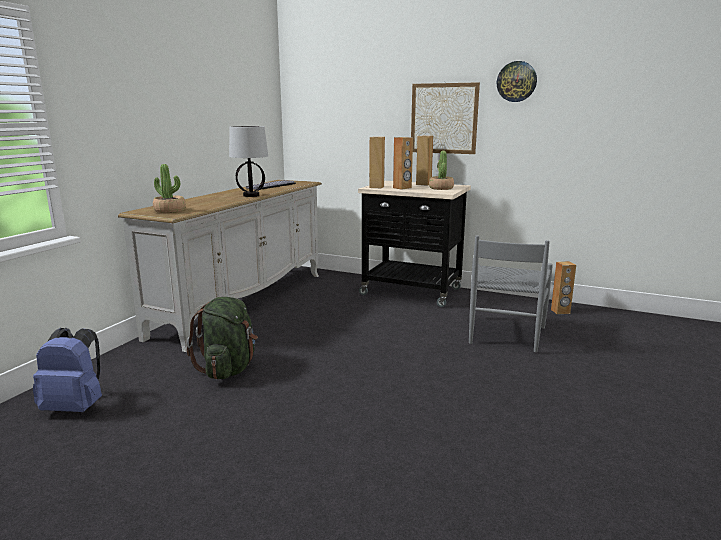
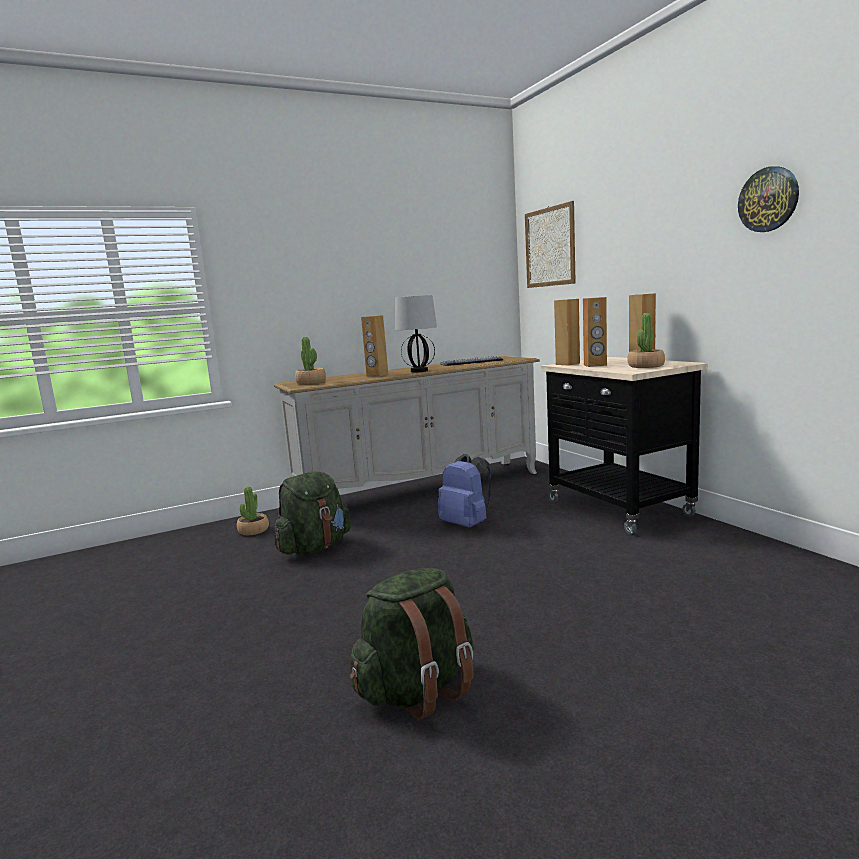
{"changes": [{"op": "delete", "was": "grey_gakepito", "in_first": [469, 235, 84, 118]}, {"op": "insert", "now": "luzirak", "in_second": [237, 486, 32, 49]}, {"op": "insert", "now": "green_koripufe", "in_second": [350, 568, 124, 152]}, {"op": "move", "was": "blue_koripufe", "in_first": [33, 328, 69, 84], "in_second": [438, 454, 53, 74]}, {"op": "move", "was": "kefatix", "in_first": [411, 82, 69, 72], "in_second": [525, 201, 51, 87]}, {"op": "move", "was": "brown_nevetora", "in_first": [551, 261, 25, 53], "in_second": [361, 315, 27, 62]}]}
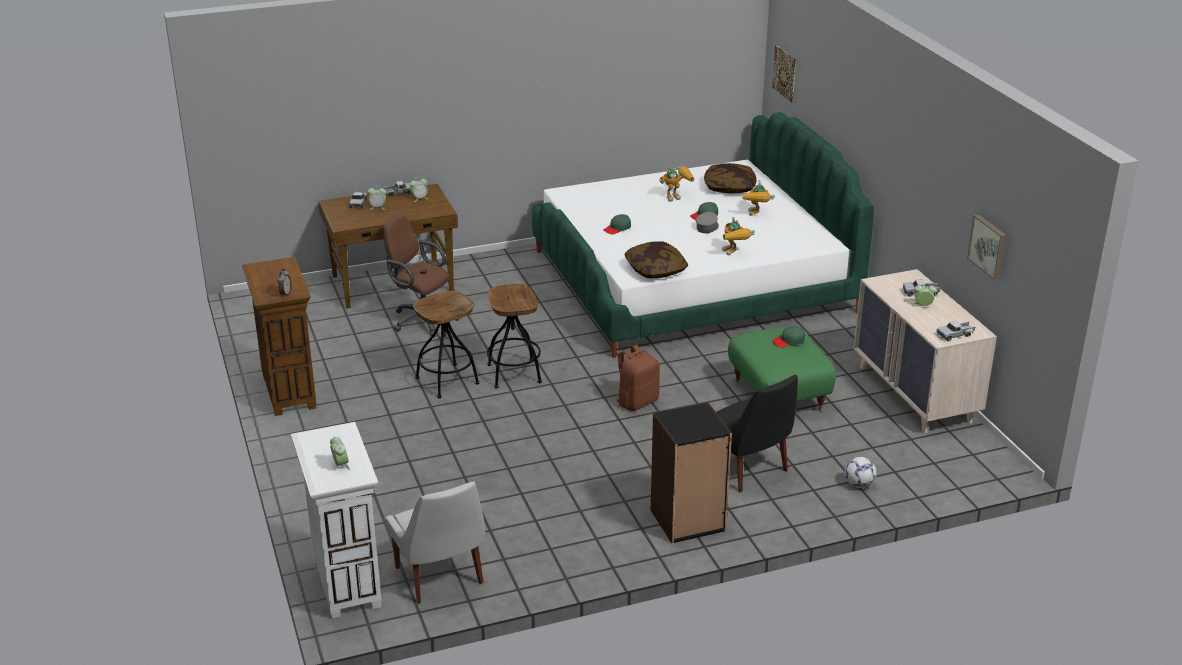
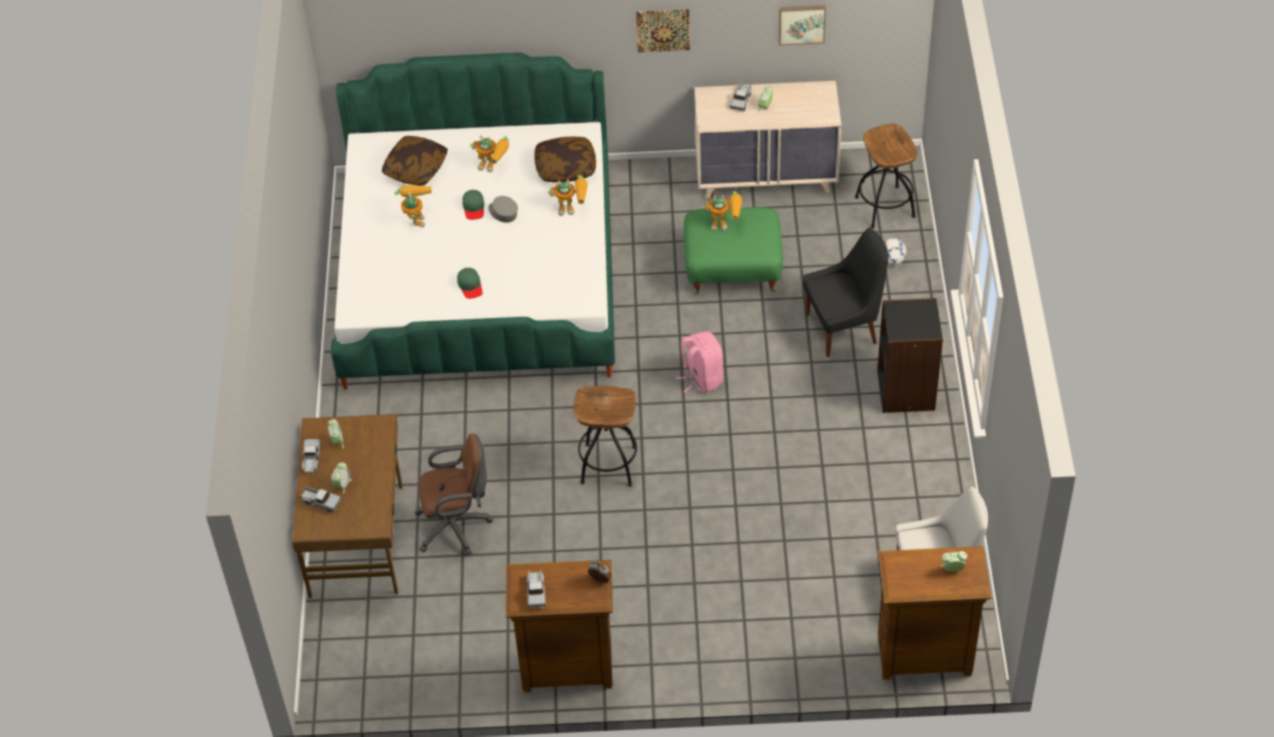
{"changes": [{"op": "move", "was": "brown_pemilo", "in_first": [413, 291, 66, 107], "in_second": [855, 124, 62, 104]}, {"op": "move", "was": "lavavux", "in_first": [624, 241, 64, 38], "in_second": [534, 137, 62, 45]}, {"op": "move", "was": "kefatix", "in_first": [772, 45, 24, 58], "in_second": [636, 9, 54, 44]}, {"op": "move", "was": "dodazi", "in_first": [937, 321, 38, 20], "in_second": [527, 569, 19, 39]}, {"op": "replace", "was": "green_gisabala", "now": "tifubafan", "in_first": [772, 326, 33, 22], "in_second": [702, 191, 40, 40]}, {"op": "recolor", "was": "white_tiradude", "now": "brown_tiradude", "in_first": [291, 422, 90, 196], "in_second": [878, 546, 114, 134]}, {"op": "recolor", "was": "brown_koripufe", "now": "pink_koripufe", "in_first": [614, 345, 46, 66], "in_second": [676, 331, 47, 62]}, {"op": "rotate", "was": "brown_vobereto", "in_first": [384, 214, 76, 123], "in_second": [414, 434, 79, 121], "clockwise": -150}]}
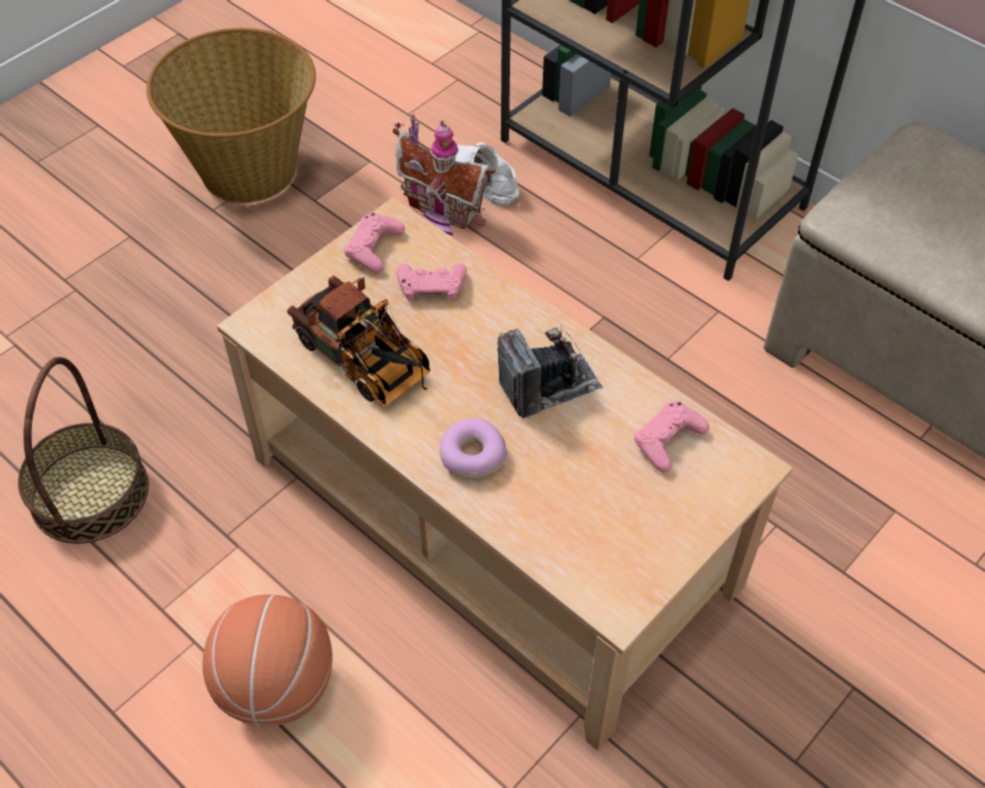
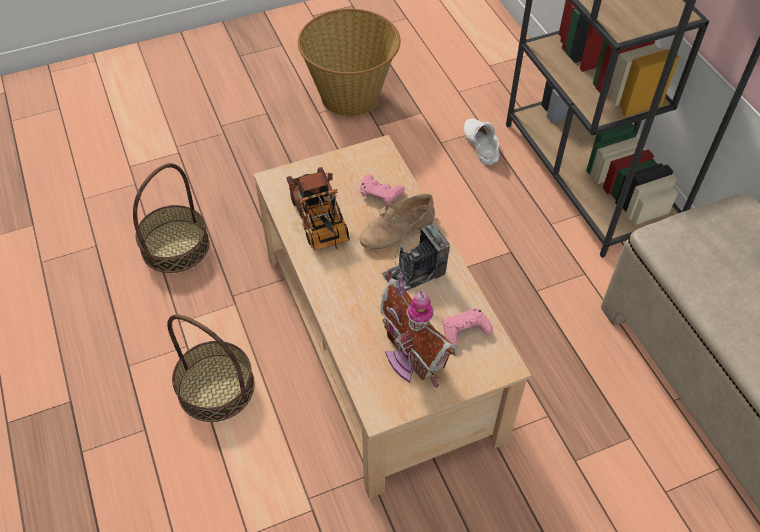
{"changes": [{"op": "delete", "was": "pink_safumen", "in_first": [344, 213, 61, 60]}, {"op": "delete", "was": "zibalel", "in_first": [440, 418, 67, 61]}, {"op": "insert", "now": "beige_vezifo", "in_second": [360, 194, 75, 55]}, {"op": "move", "was": "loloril", "in_first": [393, 113, 102, 123], "in_second": [380, 271, 77, 117]}, {"op": "replace", "was": "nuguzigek", "now": "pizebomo", "in_first": [203, 594, 130, 133], "in_second": [167, 314, 88, 108]}, {"op": "rotate", "was": "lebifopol", "in_first": [497, 328, 106, 90], "in_second": [381, 224, 69, 67], "clockwise": 150}]}
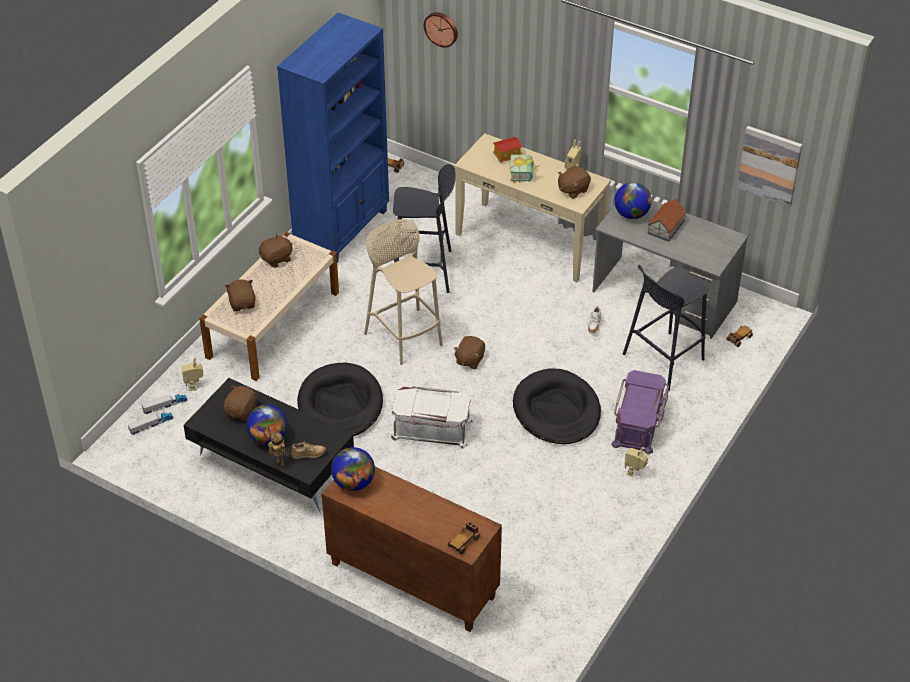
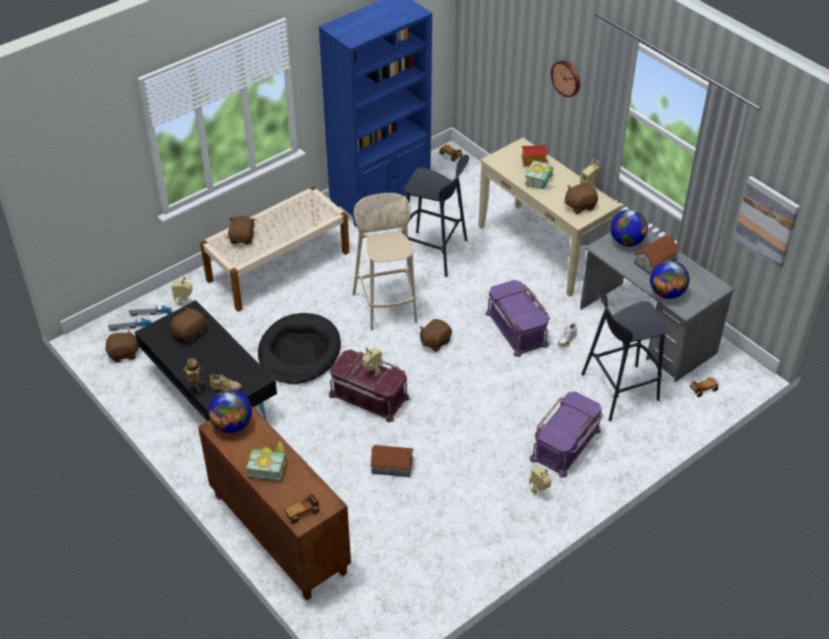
{"changes": [{"op": "delete", "was": "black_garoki", "in_first": [513, 369, 88, 75]}, {"op": "insert", "now": "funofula", "in_second": [246, 440, 40, 41]}, {"op": "insert", "now": "tifubafan", "in_second": [362, 347, 21, 29]}, {"op": "insert", "now": "loloril", "in_second": [370, 445, 44, 32]}, {"op": "insert", "now": "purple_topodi", "in_second": [485, 280, 65, 77]}, {"op": "move", "was": "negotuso", "in_first": [246, 405, 42, 41], "in_second": [650, 260, 39, 39]}, {"op": "move", "was": "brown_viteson", "in_first": [259, 233, 34, 35], "in_second": [105, 329, 35, 34]}, {"op": "move", "was": "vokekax", "in_first": [424, 12, 34, 36], "in_second": [551, 60, 29, 37]}, {"op": "recolor", "was": "white_topodi", "now": "red_topodi", "in_first": [391, 387, 81, 62], "in_second": [329, 350, 81, 72]}]}
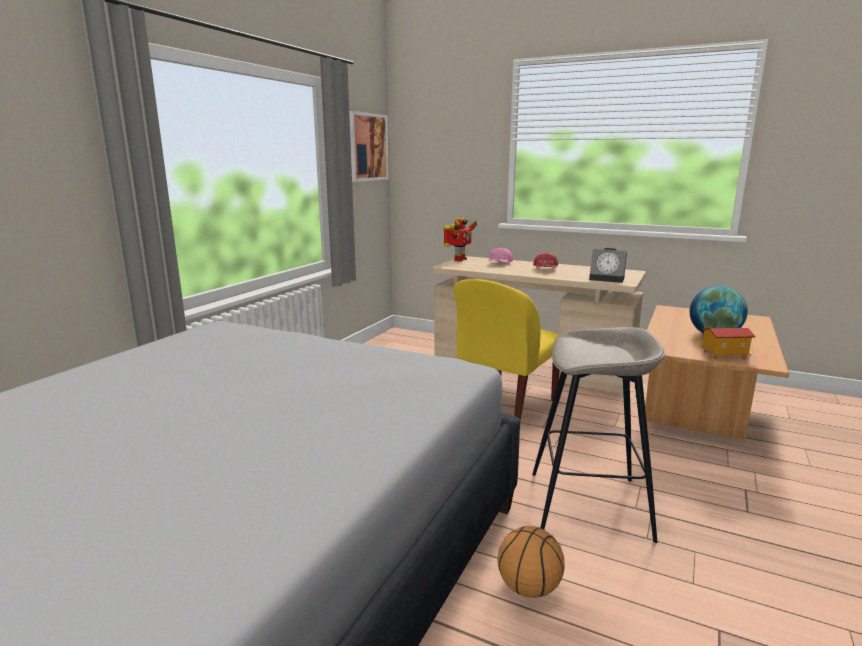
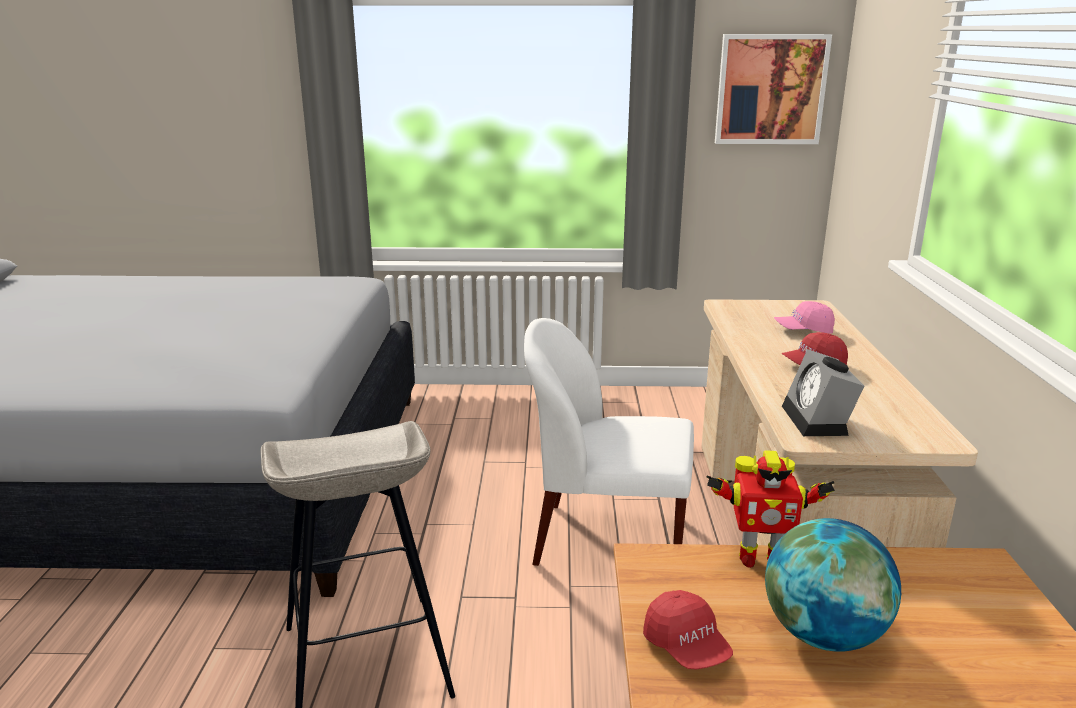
{"changes": [{"op": "delete", "was": "nuguzigek", "in_first": [498, 526, 67, 72]}, {"op": "move", "was": "tifubafan", "in_first": [443, 218, 34, 43], "in_second": [707, 450, 128, 118]}, {"op": "replace", "was": "loloril", "now": "red_gisabala", "in_first": [700, 328, 56, 31], "in_second": [643, 590, 90, 79]}, {"op": "recolor", "was": "yellow_gakepito", "now": "white_gakepito", "in_first": [453, 279, 107, 141], "in_second": [524, 318, 170, 248]}]}
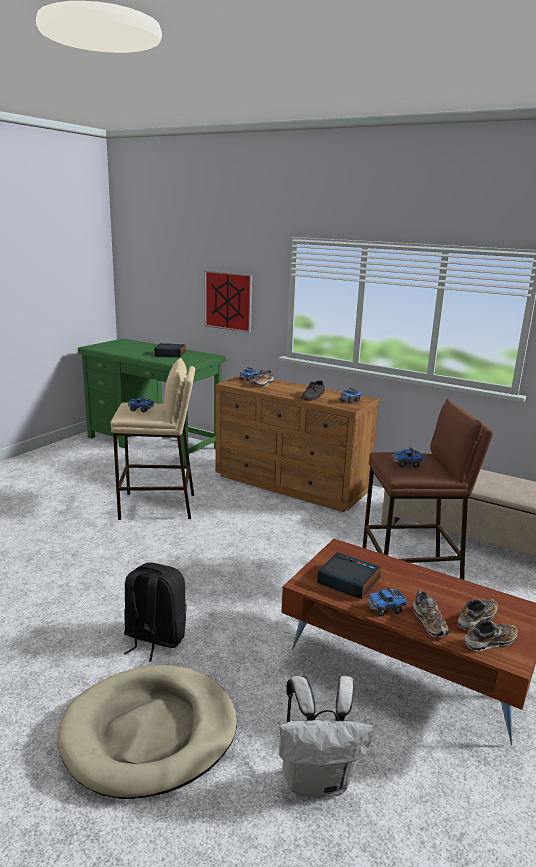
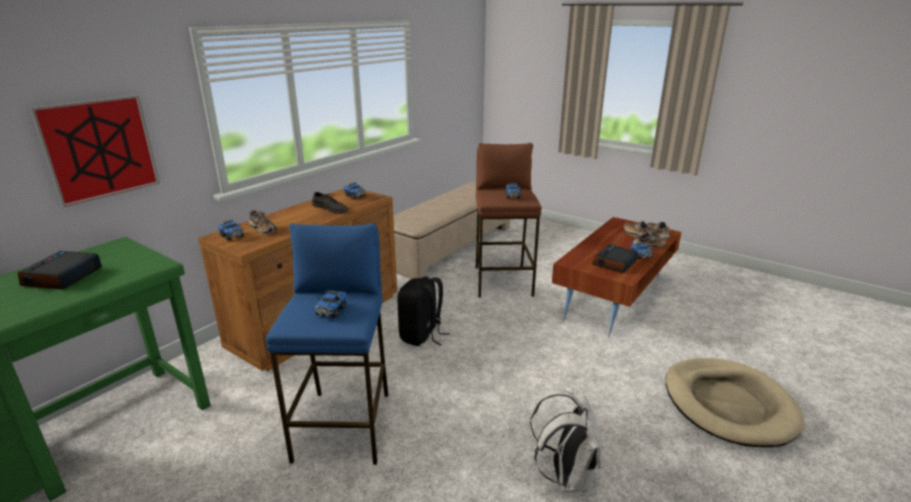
{"changes": [{"op": "move", "was": "black_koripufe", "in_first": [124, 562, 63, 99], "in_second": [397, 277, 53, 69]}, {"op": "move", "was": "white_koripufe", "in_first": [279, 676, 94, 121], "in_second": [530, 389, 72, 103]}, {"op": "recolor", "was": "beige_pemilo", "now": "blue_pemilo", "in_first": [110, 358, 85, 162], "in_second": [266, 223, 122, 242]}]}
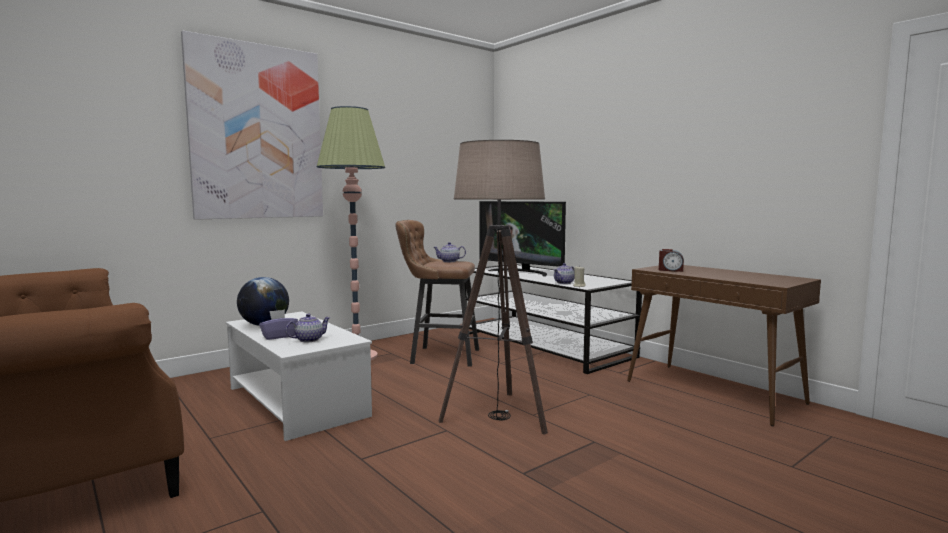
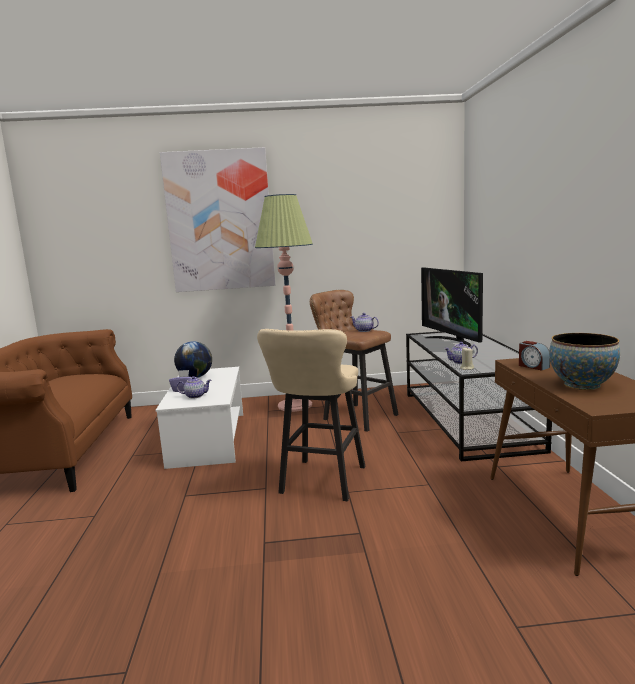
{"changes": [{"op": "insert", "now": "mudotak", "in_second": [549, 333, 71, 57]}, {"op": "replace", "was": "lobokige", "now": "beige_pemilo", "in_first": [439, 140, 109, 295], "in_second": [257, 329, 108, 172]}]}
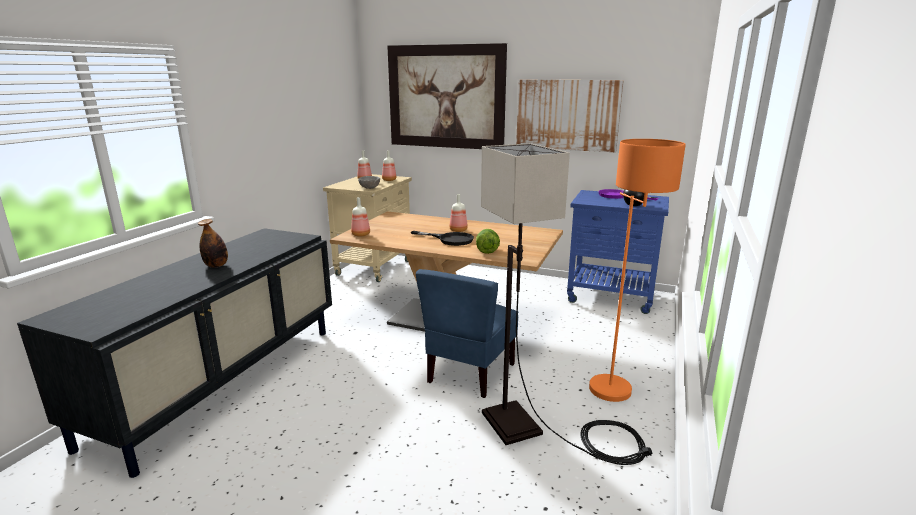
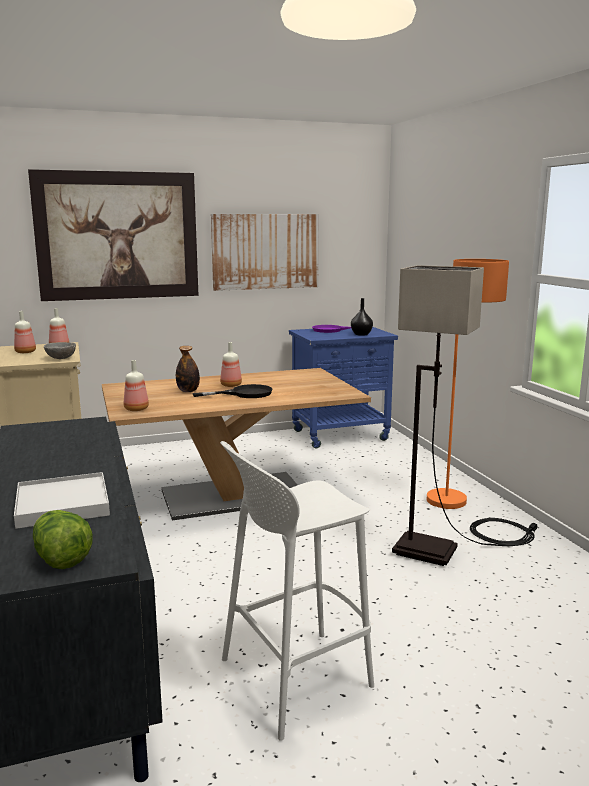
{"changes": [{"op": "delete", "was": "blue_gakepito", "in_first": [416, 269, 103, 129]}, {"op": "insert", "now": "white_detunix", "in_second": [14, 472, 96, 57]}, {"op": "insert", "now": "white_pemilo", "in_second": [220, 441, 154, 300]}, {"op": "move", "was": "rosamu", "in_first": [198, 219, 30, 49], "in_second": [176, 346, 24, 46]}, {"op": "move", "was": "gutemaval", "in_first": [476, 229, 24, 25], "in_second": [33, 510, 60, 59]}]}
